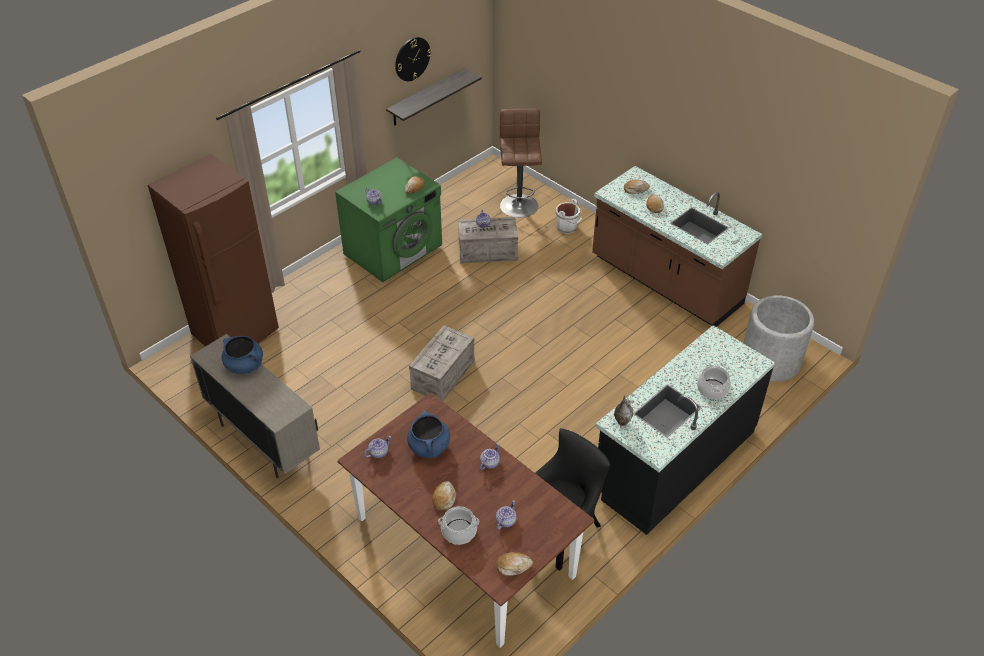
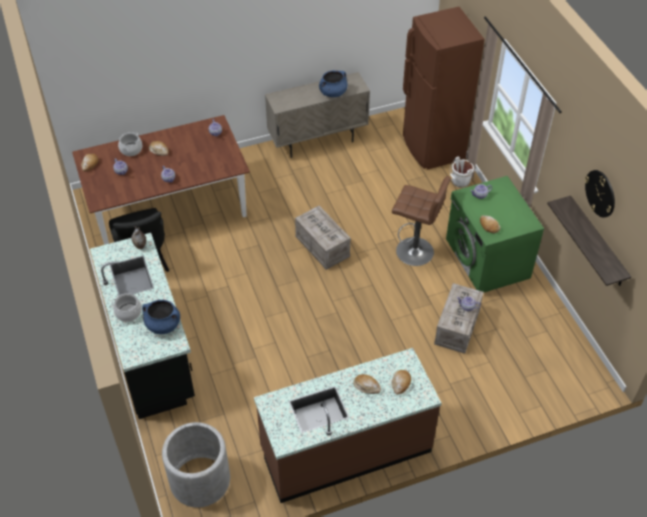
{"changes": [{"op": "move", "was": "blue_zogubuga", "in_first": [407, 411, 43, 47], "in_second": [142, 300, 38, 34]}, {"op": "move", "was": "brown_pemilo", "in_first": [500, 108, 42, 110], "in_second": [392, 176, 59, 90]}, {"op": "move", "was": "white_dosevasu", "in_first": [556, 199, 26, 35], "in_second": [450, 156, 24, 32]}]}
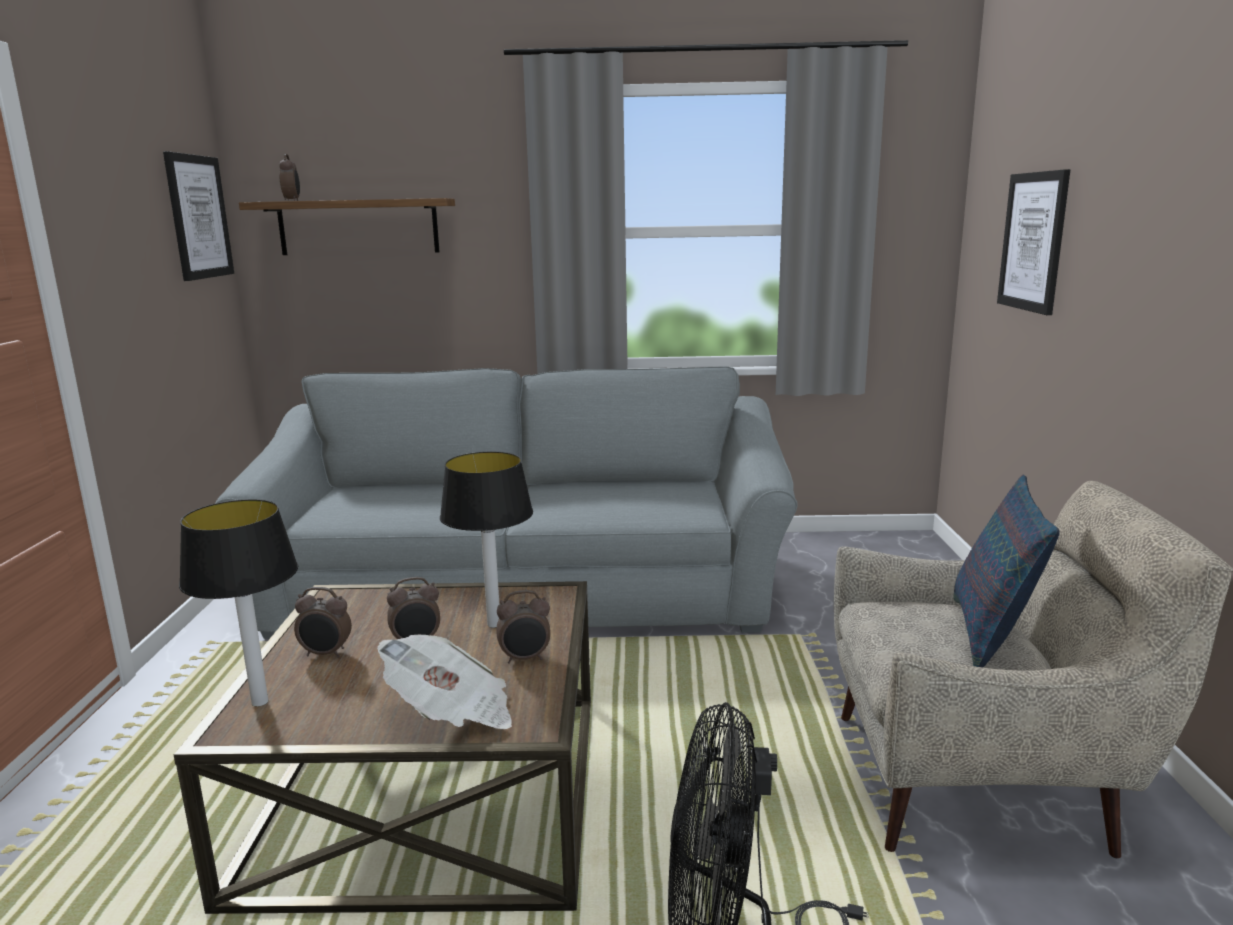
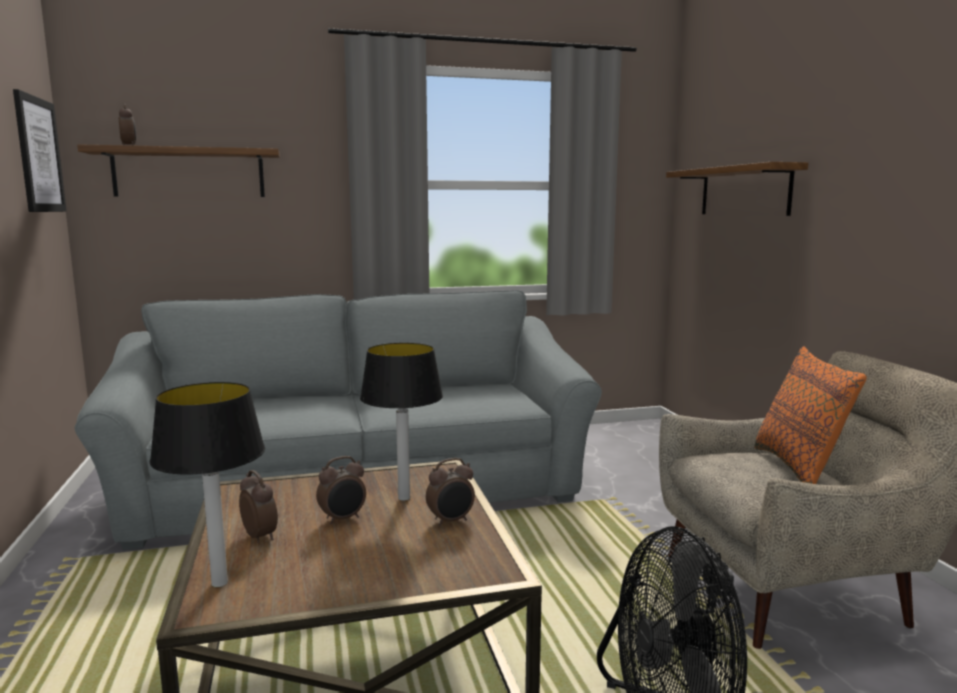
{"changes": [{"op": "delete", "was": "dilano", "in_first": [377, 635, 135, 94]}, {"op": "replace", "was": "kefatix", "now": "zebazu", "in_first": [997, 169, 73, 146], "in_second": [666, 162, 142, 54]}, {"op": "recolor", "was": "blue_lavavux", "now": "orange_lavavux", "in_first": [954, 475, 105, 192], "in_second": [754, 346, 113, 138]}, {"op": "rotate", "was": "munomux", "in_first": [294, 587, 58, 71], "in_second": [239, 470, 39, 73], "clockwise": -120}]}
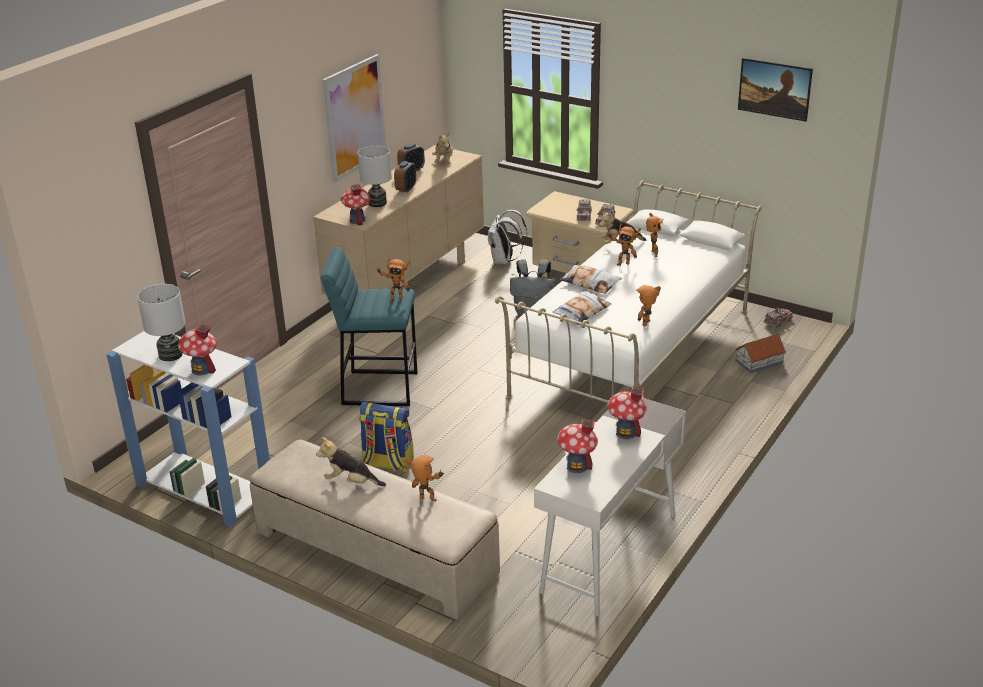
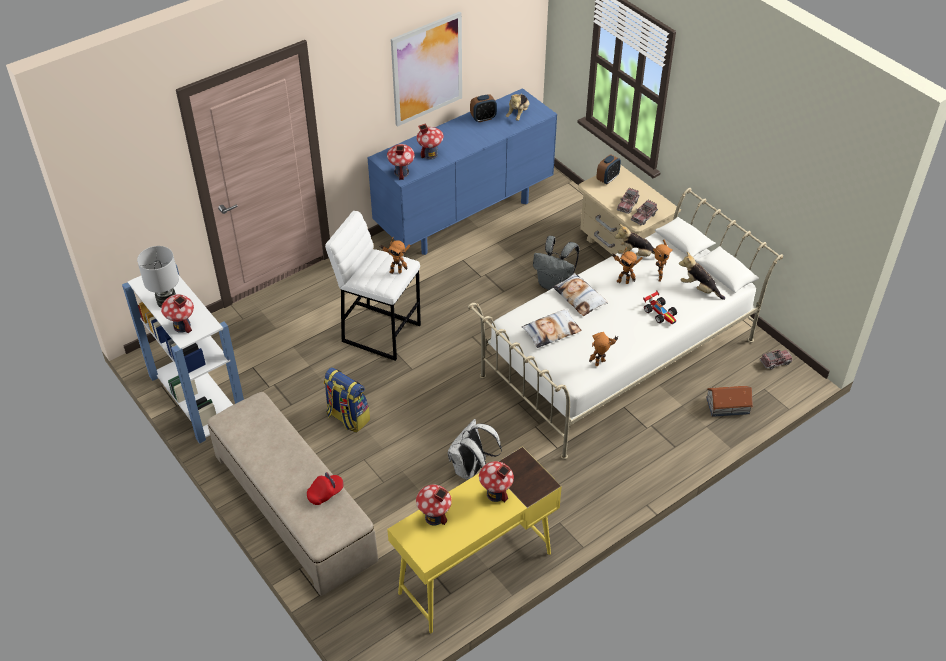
{"changes": [{"op": "delete", "was": "kefatix", "in_first": [738, 58, 75, 64]}, {"op": "insert", "now": "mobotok", "in_second": [643, 290, 34, 34]}, {"op": "move", "was": "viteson", "in_first": [316, 437, 70, 49], "in_second": [679, 252, 46, 48]}, {"op": "move", "was": "munomux", "in_first": [394, 161, 22, 32], "in_second": [596, 154, 25, 30]}, {"op": "move", "was": "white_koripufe", "in_first": [488, 210, 39, 55], "in_second": [448, 419, 54, 61]}, {"op": "replace", "was": "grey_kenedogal", "now": "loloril", "in_first": [358, 146, 34, 61], "in_second": [417, 123, 27, 37]}, {"op": "replace", "was": "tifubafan", "now": "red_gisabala", "in_first": [404, 455, 41, 47], "in_second": [307, 472, 37, 33]}, {"op": "recolor", "was": "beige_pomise", "now": "blue_pomise", "in_first": [313, 145, 171, 150], "in_second": [367, 88, 190, 167]}, {"op": "recolor", "was": "turquoise_pemilo", "now": "white_pemilo", "in_first": [321, 247, 96, 159], "in_second": [325, 211, 96, 150]}, {"op": "recolor", "was": "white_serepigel", "now": "yellow_serepigel", "in_first": [534, 398, 152, 218], "in_second": [387, 447, 175, 186]}]}
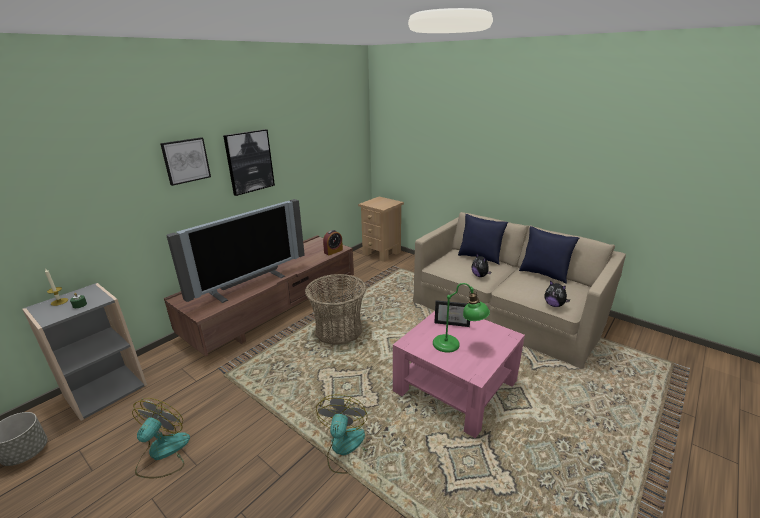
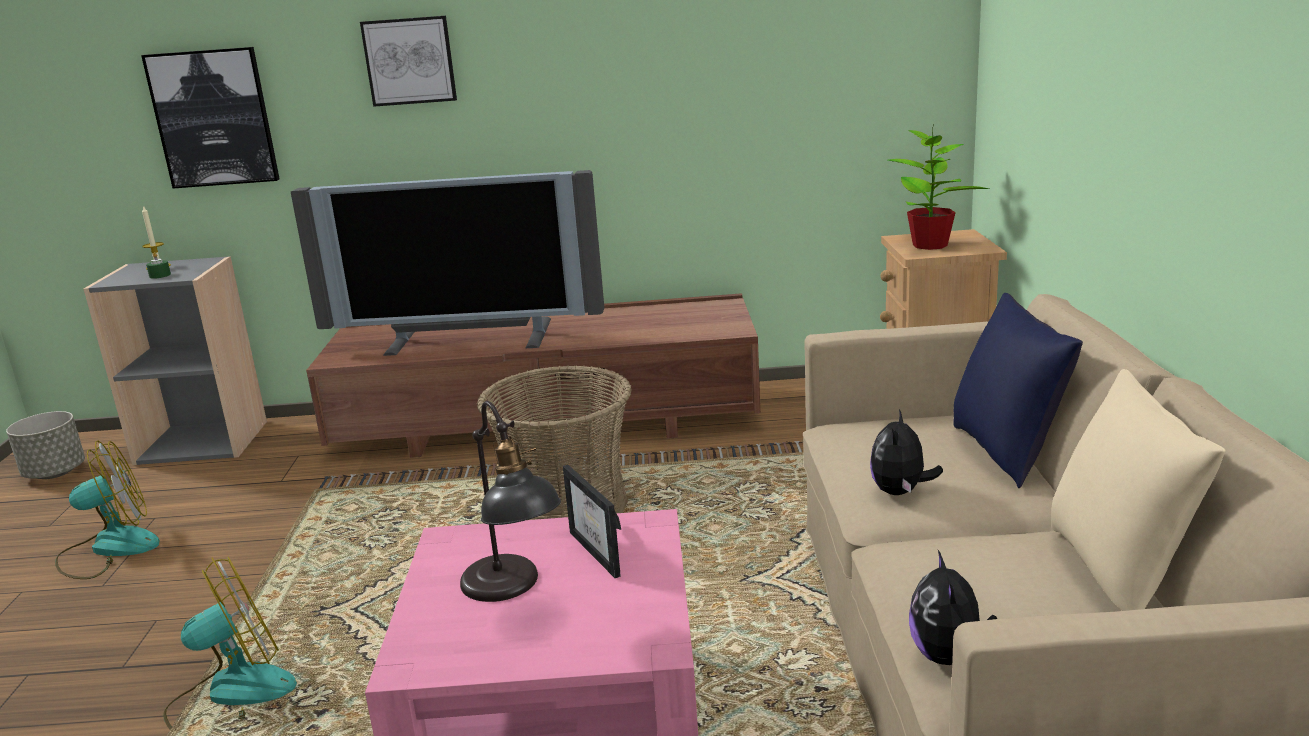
{"changes": [{"op": "delete", "was": "munomux", "in_first": [323, 230, 20, 26]}, {"op": "insert", "now": "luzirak", "in_second": [888, 128, 101, 122]}, {"op": "move", "was": "kefatix", "in_first": [223, 129, 52, 67], "in_second": [141, 47, 139, 141]}, {"op": "recolor", "was": "green_kenedogal", "now": "grey_kenedogal", "in_first": [433, 283, 57, 70], "in_second": [460, 401, 101, 201]}, {"op": "recolor", "was": "blue_lavavux", "now": "beige_lavavux", "in_first": [519, 226, 60, 58], "in_second": [1051, 369, 175, 242]}]}
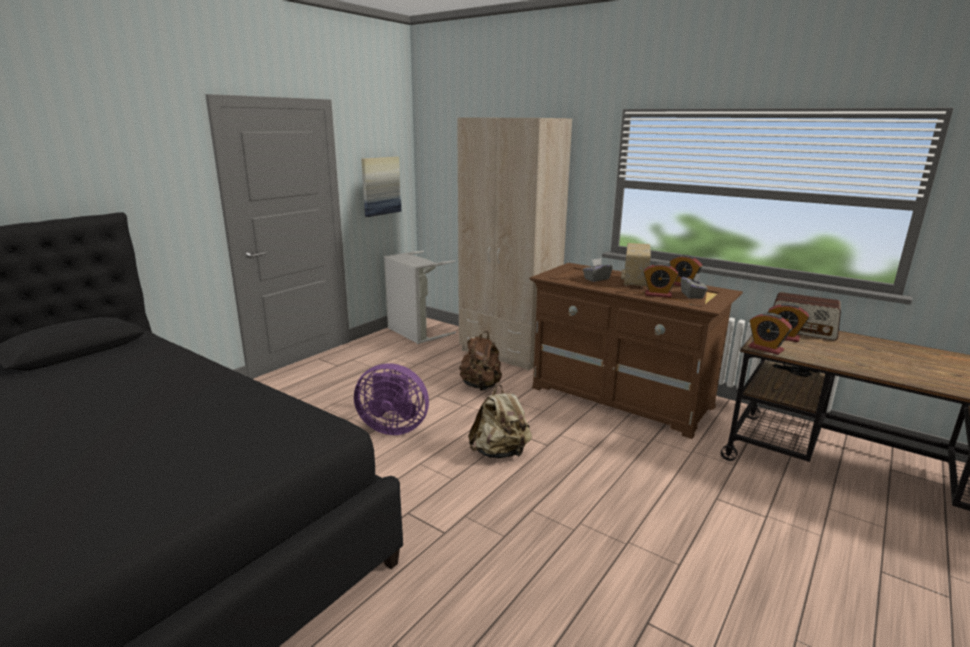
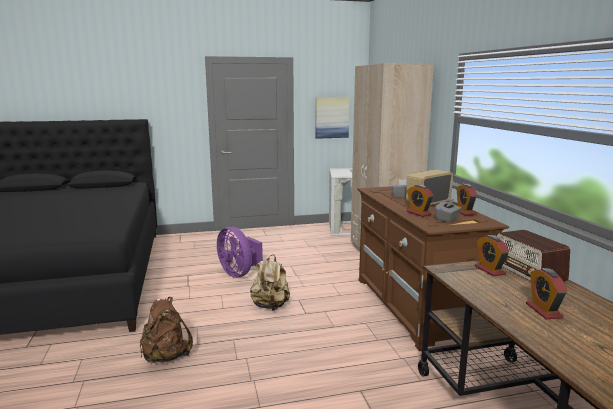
{"changes": [{"op": "move", "was": "brown_koripufe", "in_first": [459, 331, 43, 60], "in_second": [140, 297, 53, 66]}, {"op": "move", "was": "munomux", "in_first": [749, 312, 43, 43], "in_second": [526, 268, 42, 51]}]}
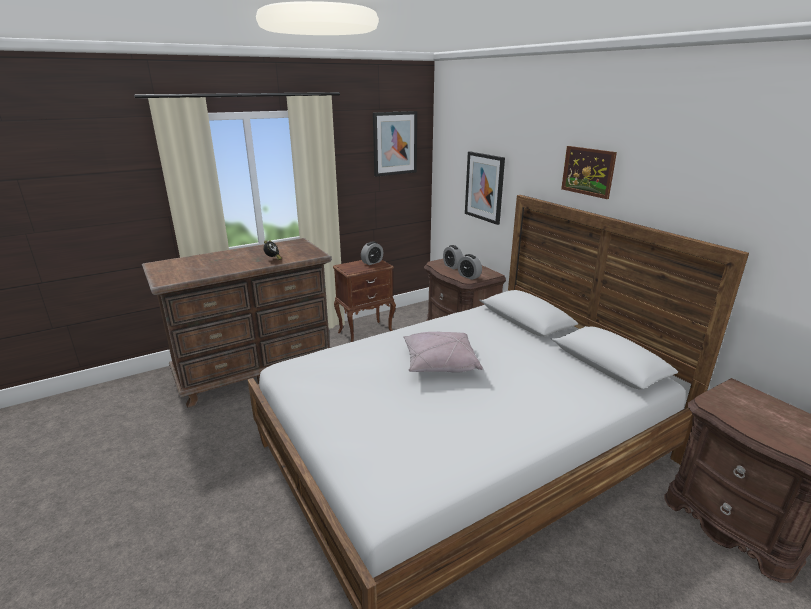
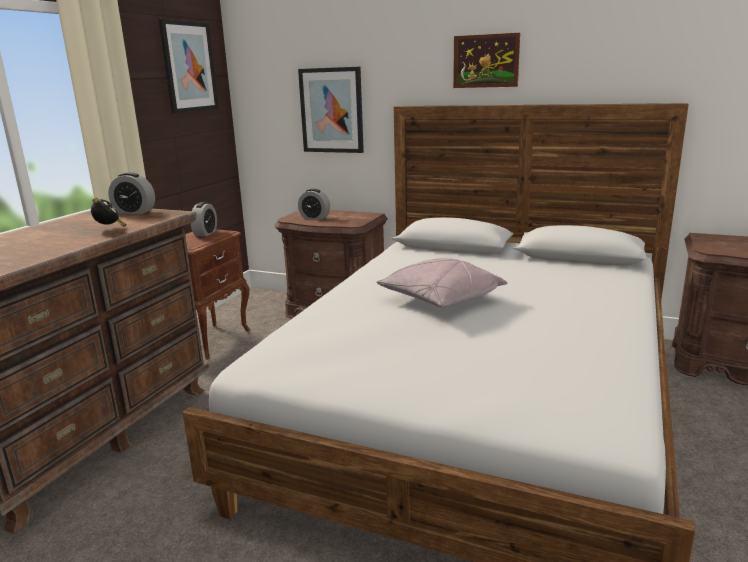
{"changes": [{"op": "move", "was": "munomux", "in_first": [457, 254, 25, 26], "in_second": [108, 172, 47, 42]}]}
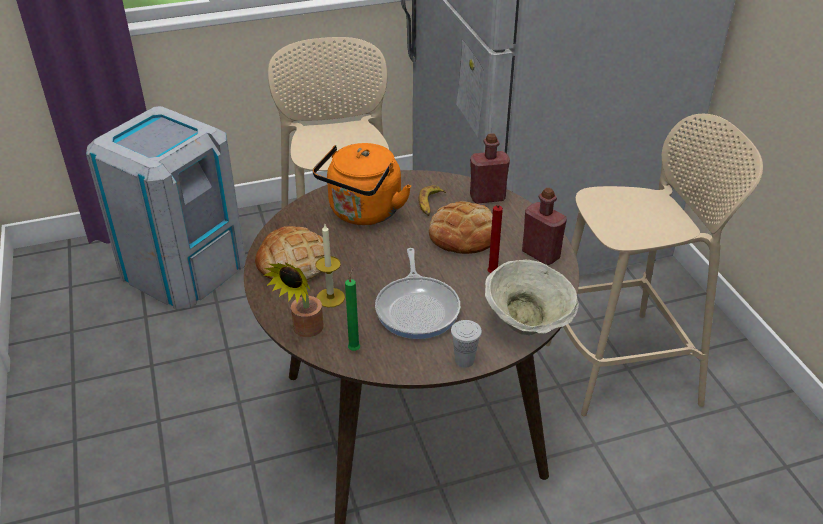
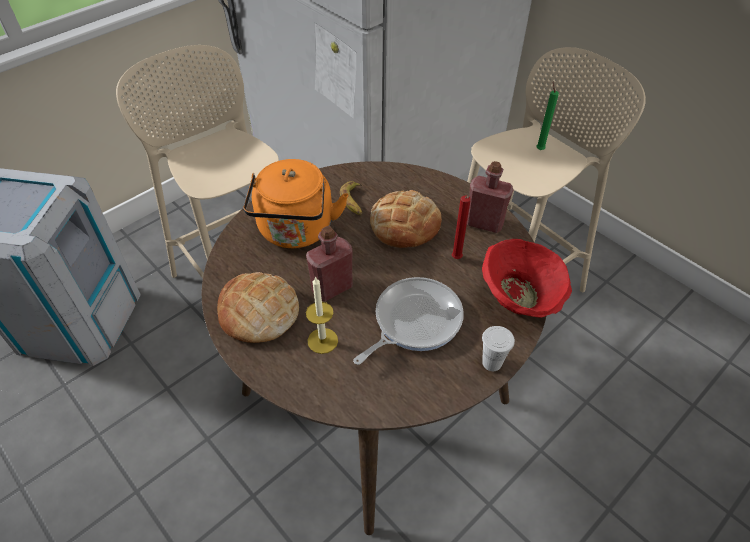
{"changes": [{"op": "delete", "was": "luzirak", "in_first": [263, 263, 61, 74]}, {"op": "move", "was": "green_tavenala", "in_first": [345, 267, 15, 84], "in_second": [536, 81, 23, 69]}, {"op": "move", "was": "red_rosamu", "in_first": [470, 133, 40, 71], "in_second": [306, 226, 47, 75]}, {"op": "recolor", "was": "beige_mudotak", "now": "red_mudotak", "in_first": [485, 260, 94, 75], "in_second": [482, 239, 90, 78]}, {"op": "rotate", "was": "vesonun", "in_first": [375, 248, 85, 91], "in_second": [353, 277, 111, 88], "clockwise": -105}]}
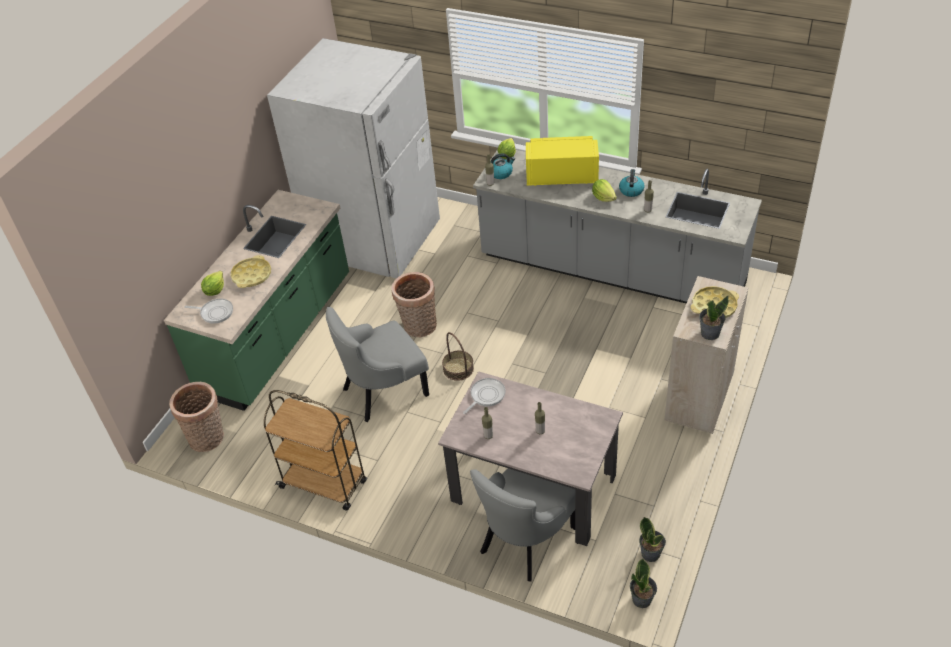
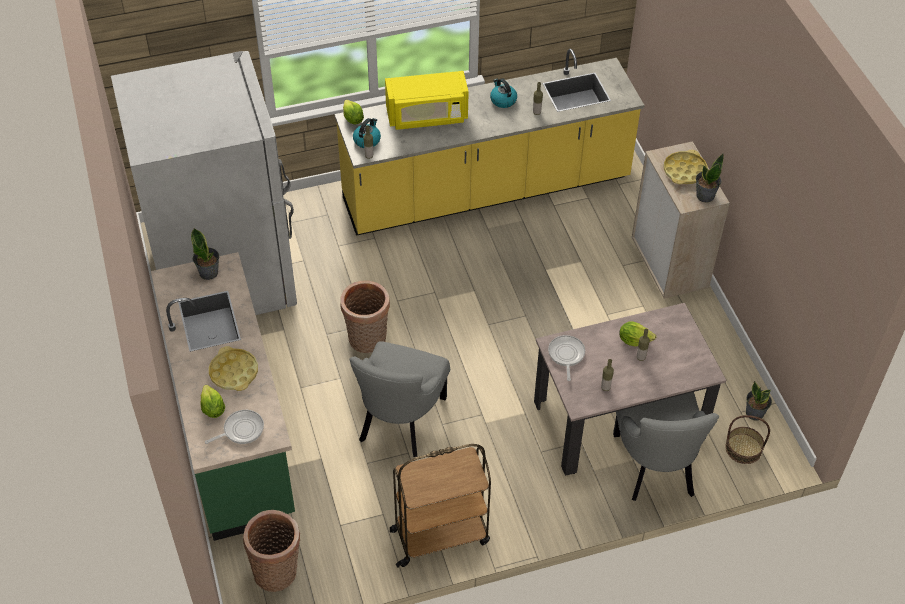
{"changes": [{"op": "move", "was": "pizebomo", "in_first": [442, 332, 32, 49], "in_second": [726, 415, 44, 49]}, {"op": "move", "was": "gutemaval", "in_first": [592, 179, 25, 23], "in_second": [619, 321, 37, 25]}, {"op": "move", "was": "luzirak", "in_first": [630, 559, 27, 49], "in_second": [191, 228, 28, 52]}, {"op": "recolor", "was": "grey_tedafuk", "now": "yellow_tedafuk", "in_first": [473, 149, 289, 154], "in_second": [335, 49, 309, 187]}, {"op": "rotate", "was": "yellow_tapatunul", "in_first": [526, 136, 73, 50], "in_second": [385, 71, 84, 59], "clockwise": -150}]}
